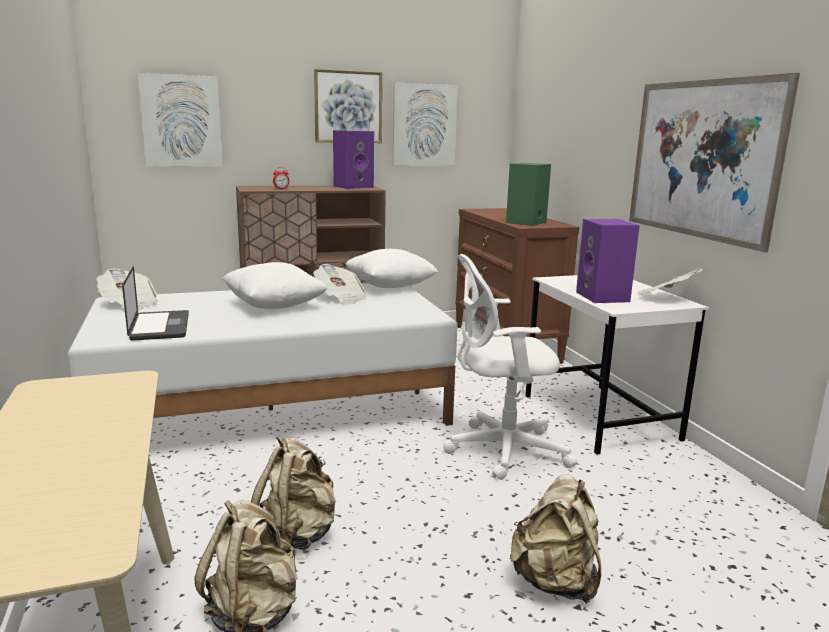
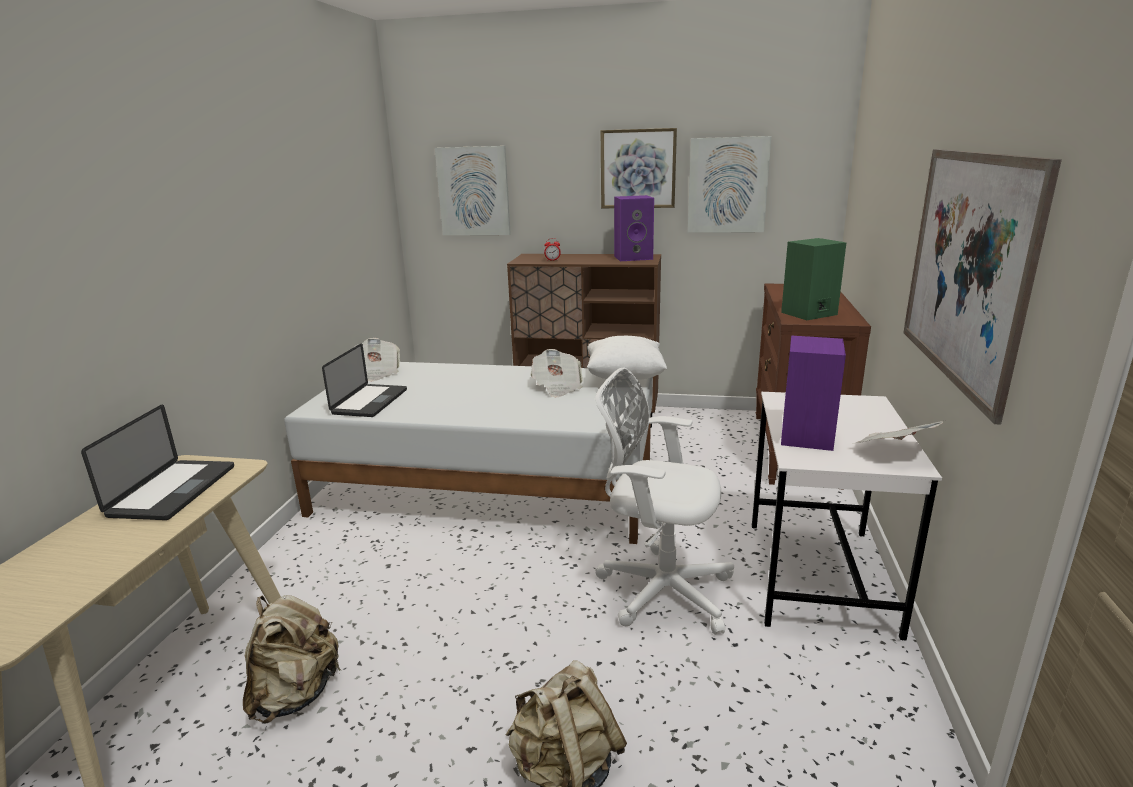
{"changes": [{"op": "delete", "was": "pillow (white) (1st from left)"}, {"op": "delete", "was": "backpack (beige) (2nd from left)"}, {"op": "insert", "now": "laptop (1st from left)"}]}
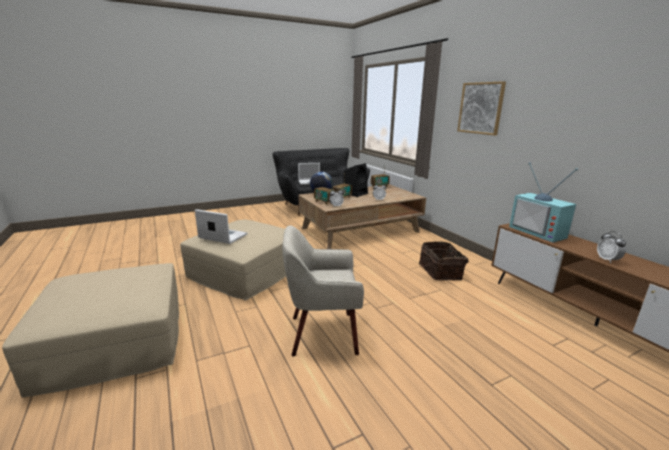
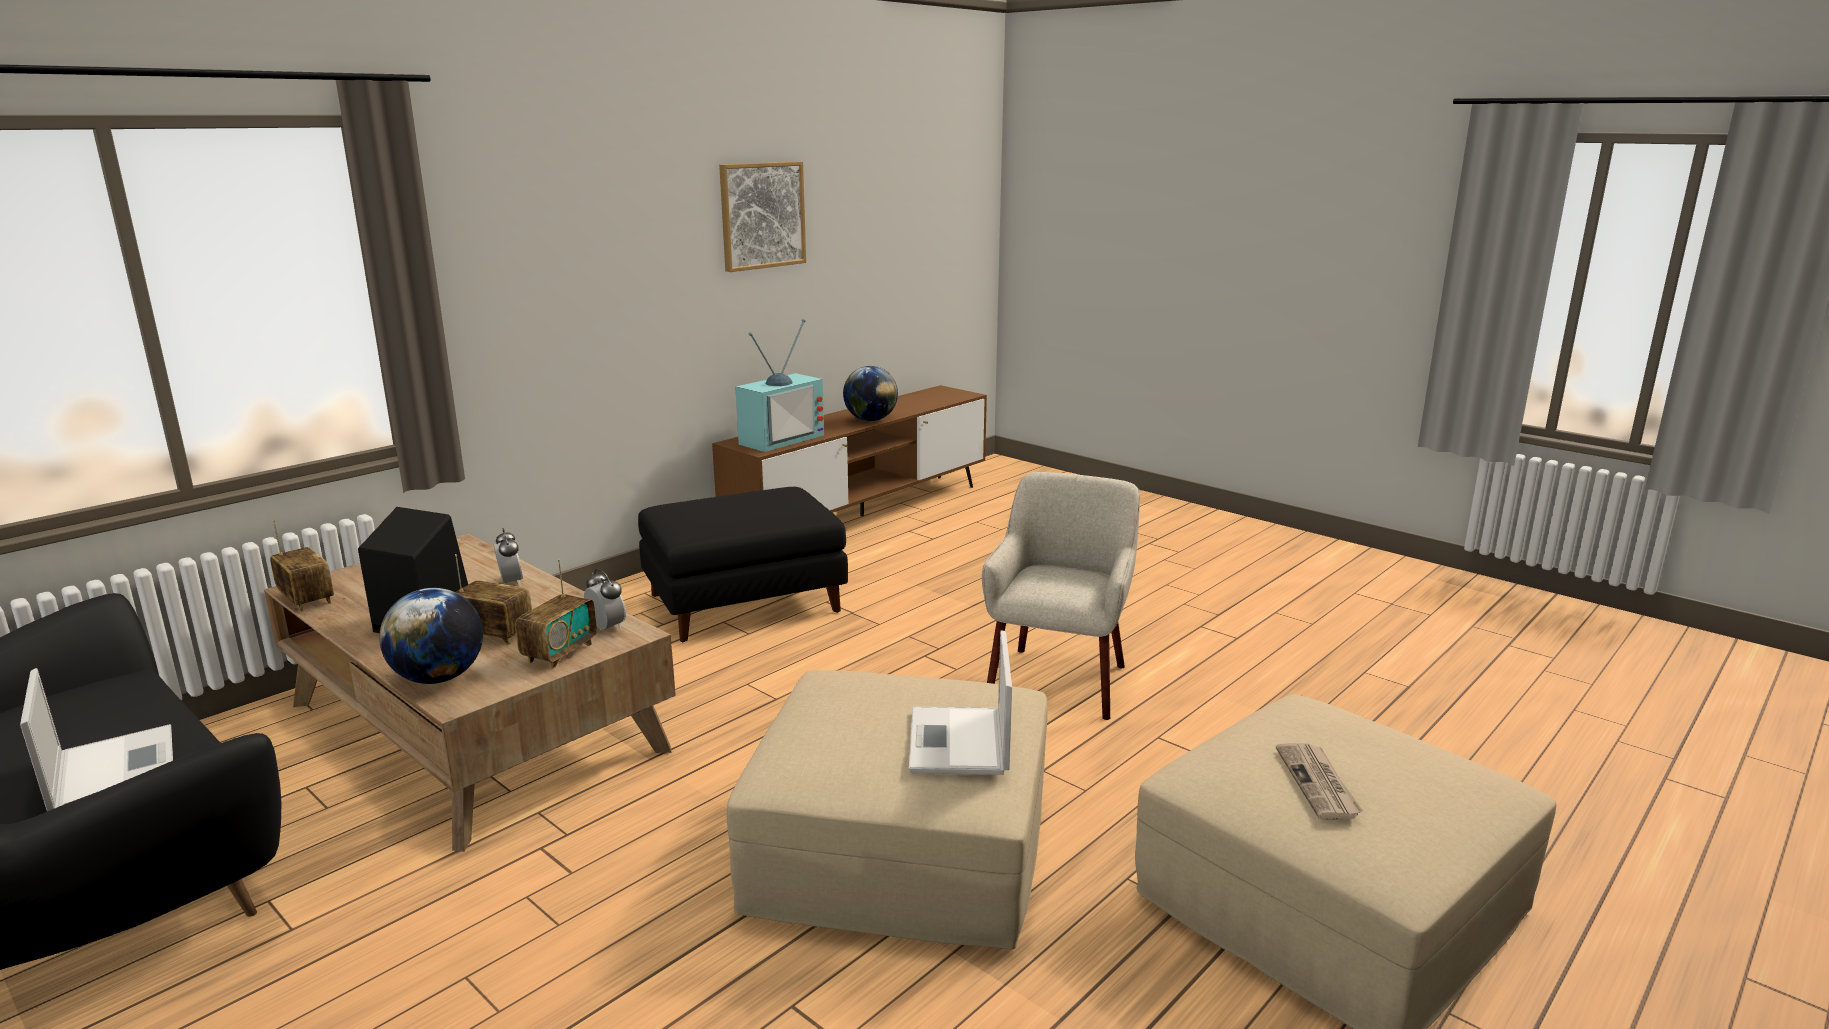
{"changes": [{"op": "insert", "now": "newspaper"}, {"op": "move", "was": "picture"}, {"op": "replace", "was": "basket", "now": "ottoman (black)"}, {"op": "replace", "was": "alarm clock (3rd from left)", "now": "globe (2nd from left)"}, {"op": "rotate", "was": "armchair (beige)", "clockwise": -135}]}
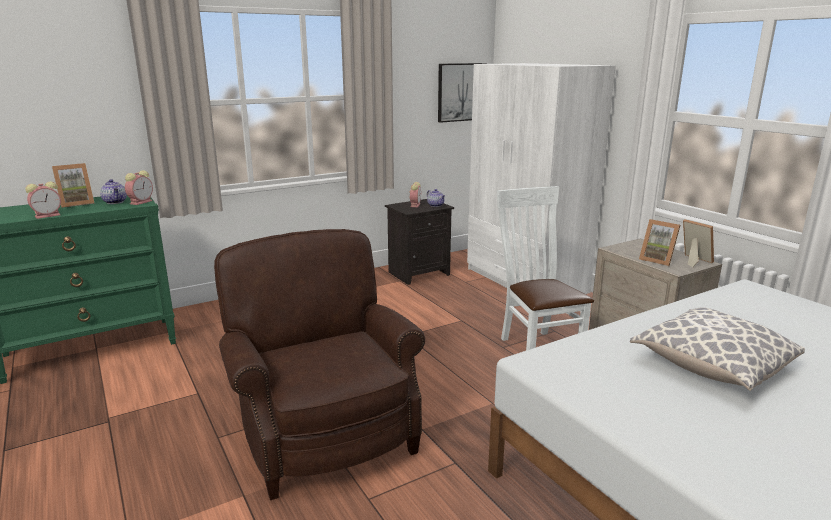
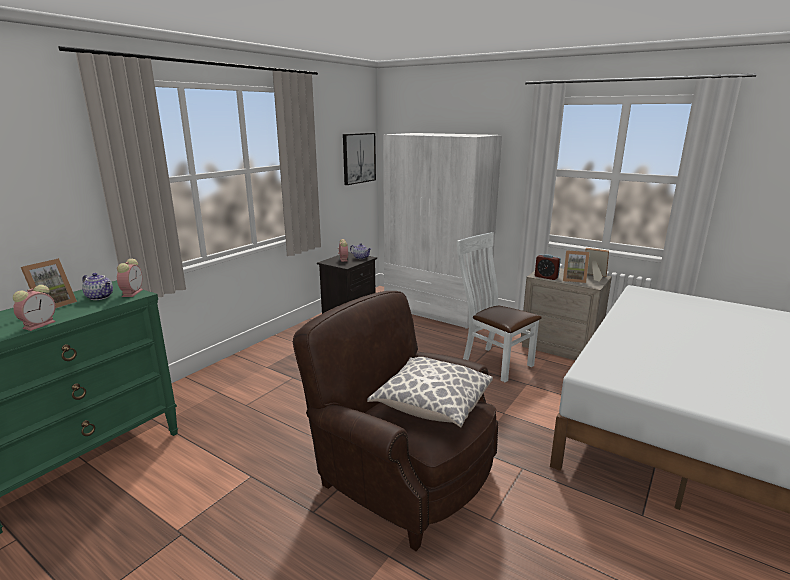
{"changes": [{"op": "insert", "now": "alarm clock (4th from left)"}, {"op": "move", "was": "pillow"}]}
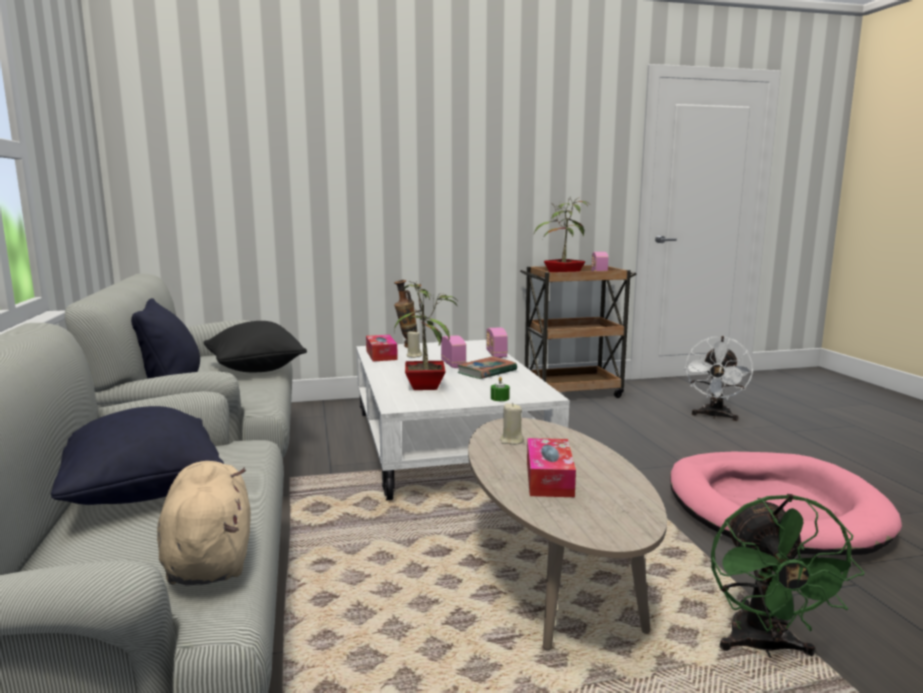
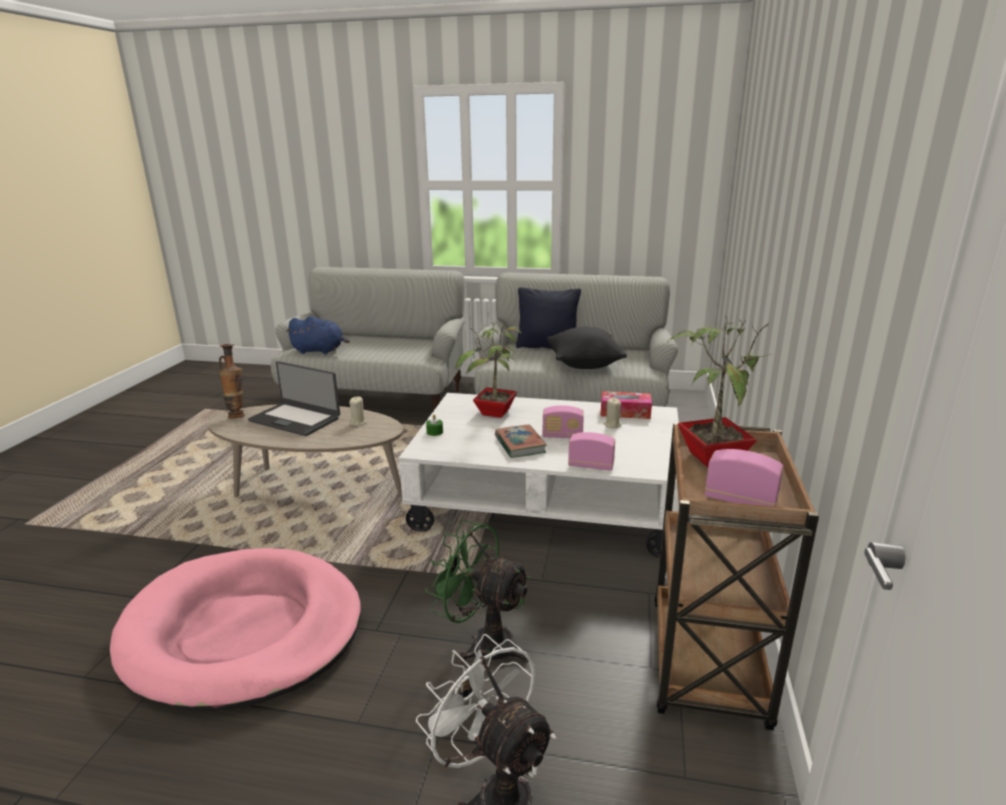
{"changes": [{"op": "delete", "was": "pillow (black) (1st from left)"}, {"op": "move", "was": "vase"}, {"op": "move", "was": "fan (green)"}, {"op": "replace", "was": "tissue box (2nd from left)", "now": "laptop"}, {"op": "recolor", "was": "plush toy (beige)", "now": "plush toy (blue)"}]}
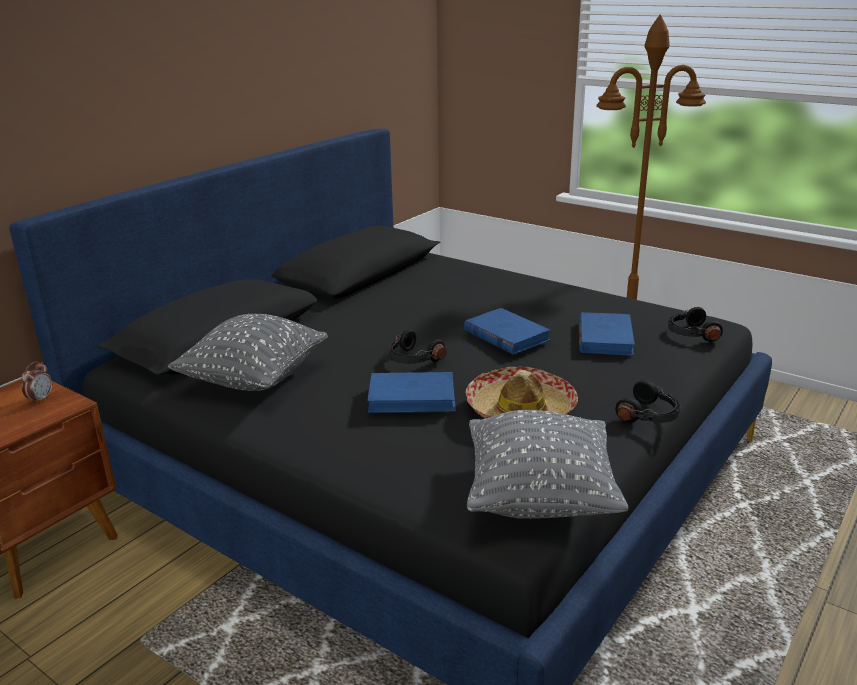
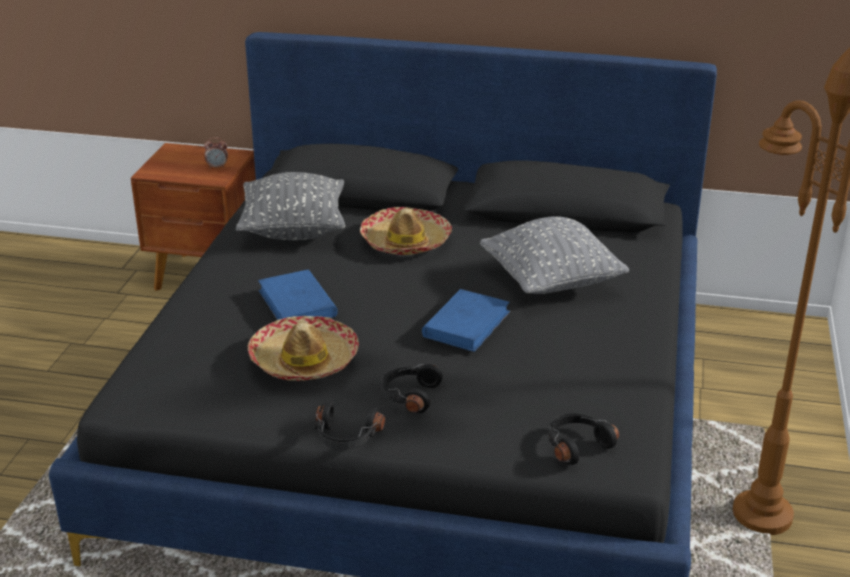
{"changes": [{"op": "delete", "was": "book (blue) (3rd from left)"}, {"op": "insert", "now": "hat (2nd from left)"}, {"op": "move", "was": "headphones (black) (1st from left in the first image)", "now": "headphones (black) (2nd from left)"}, {"op": "move", "was": "pillow (grey) (2nd from left)"}]}
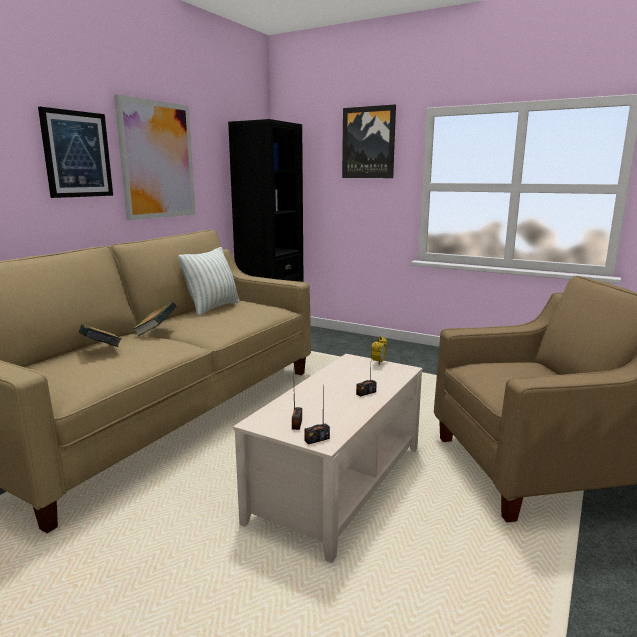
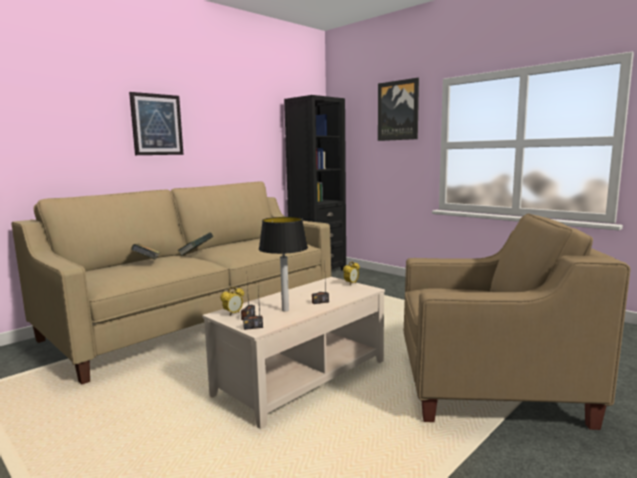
{"changes": [{"op": "delete", "was": "picture (2nd from left)"}, {"op": "delete", "was": "pillow"}, {"op": "insert", "now": "alarm clock (1st from left)"}, {"op": "insert", "now": "table lamp"}]}
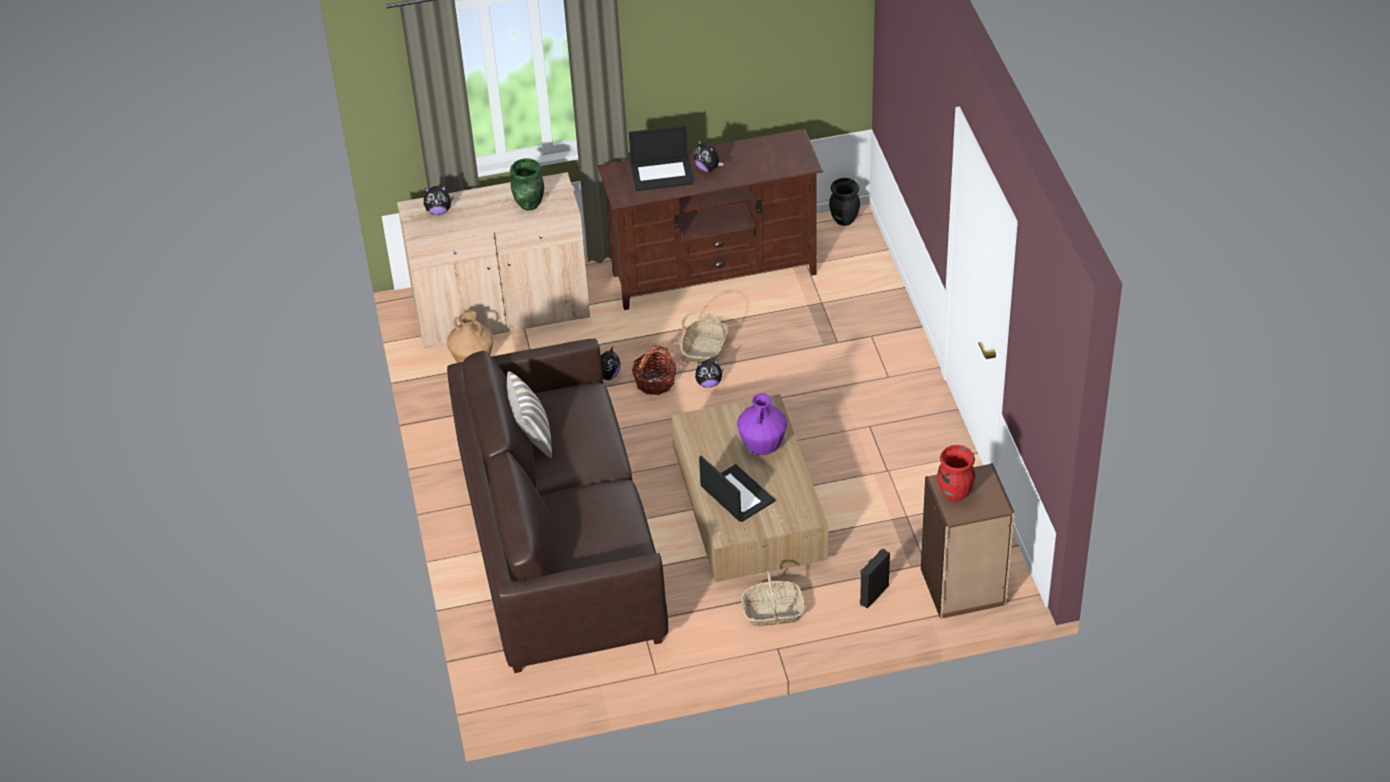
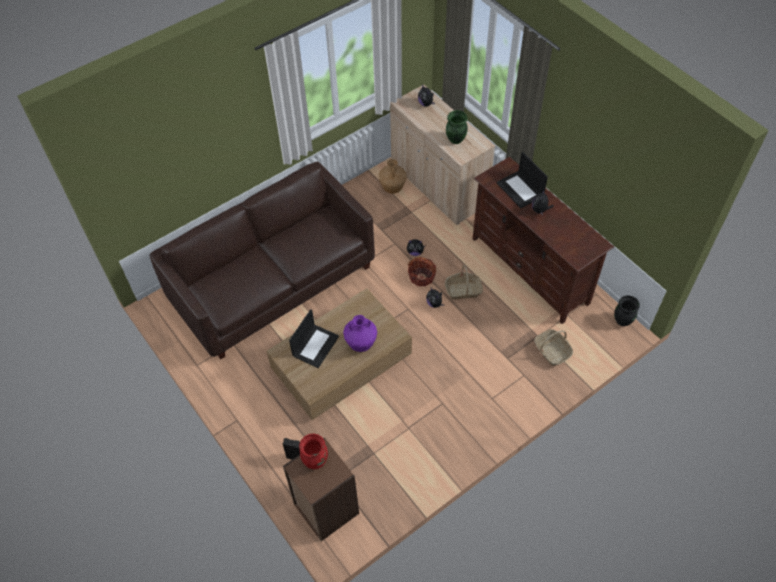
{"changes": [{"op": "delete", "was": "pillow"}, {"op": "move", "was": "basket (3rd from left)"}]}
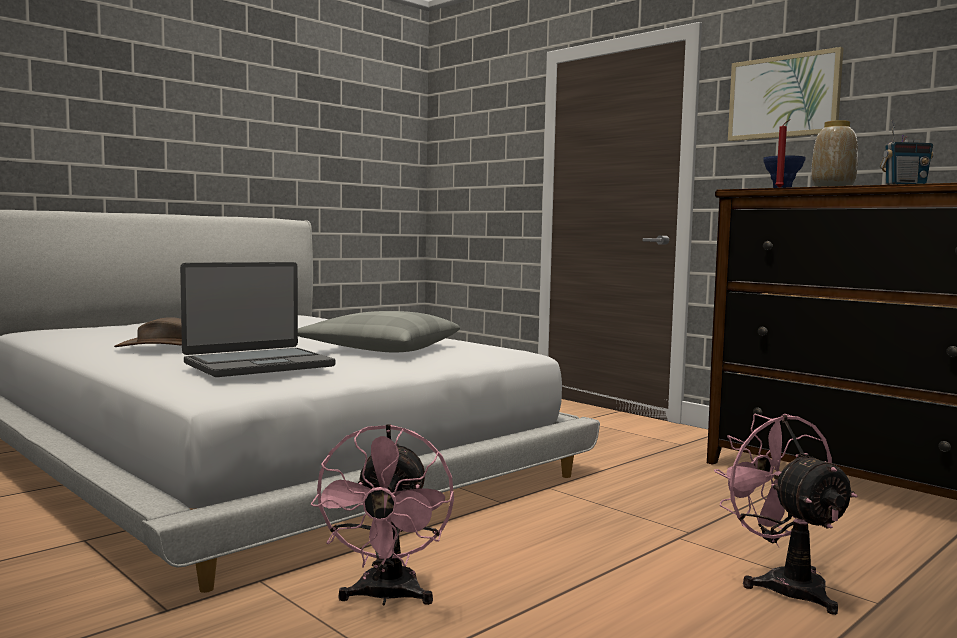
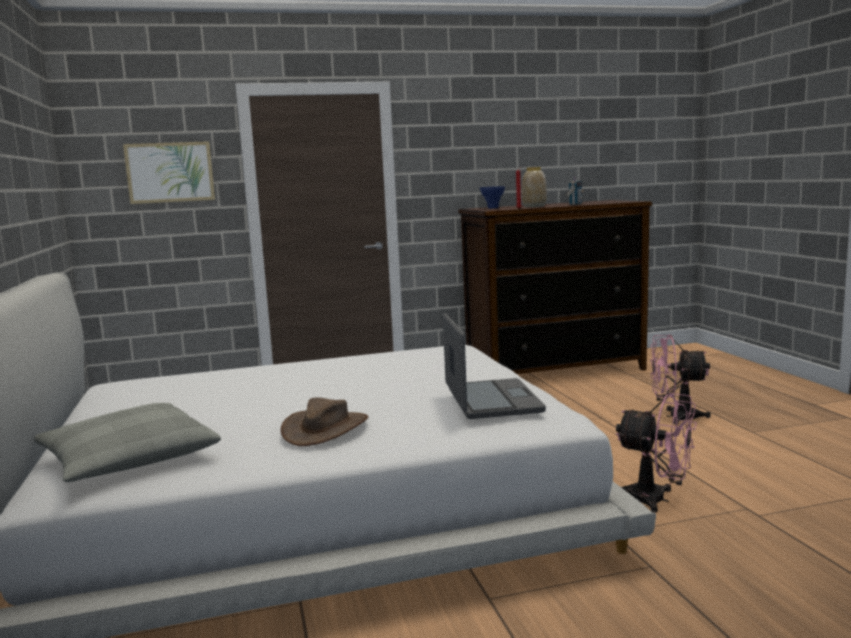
{"changes": [{"op": "move", "was": "pillow (grey)"}, {"op": "move", "was": "picture"}]}
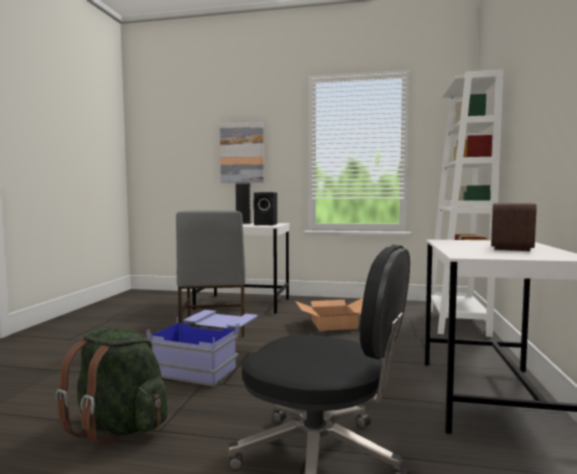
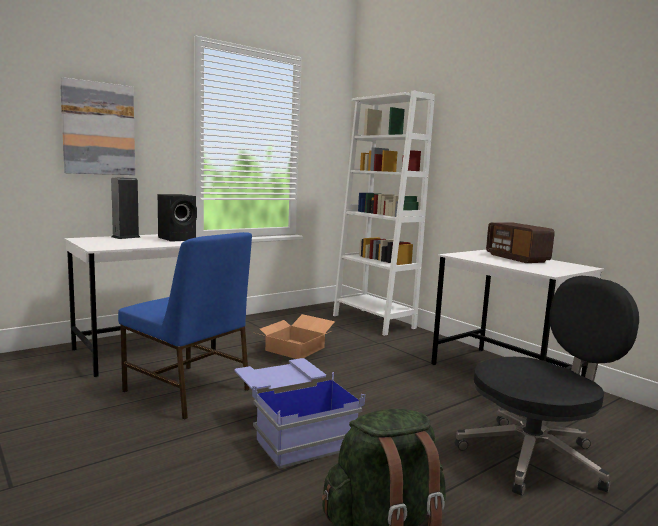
{"changes": [{"op": "recolor", "was": "chair (grey)", "now": "chair (blue)"}]}
